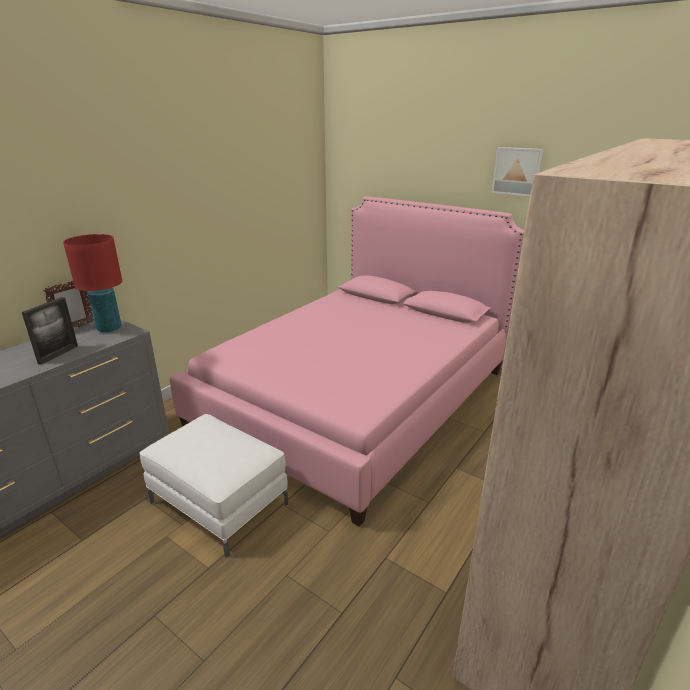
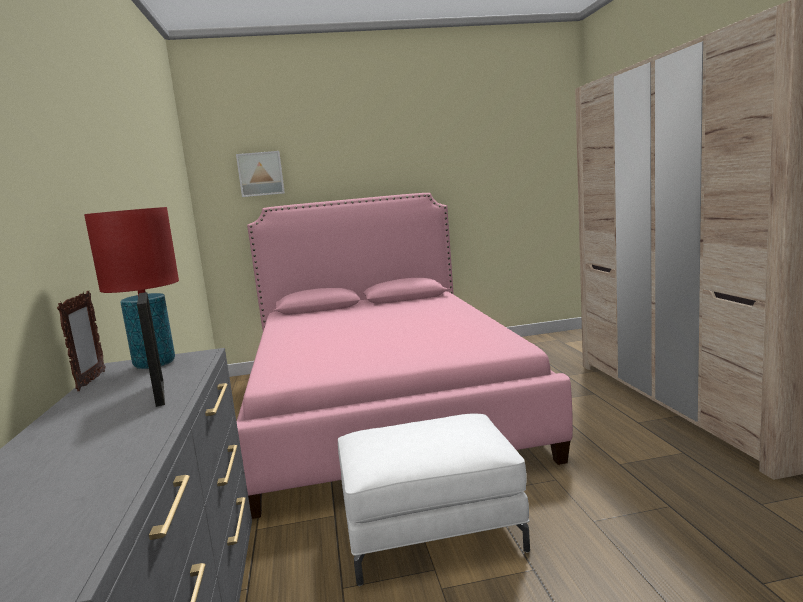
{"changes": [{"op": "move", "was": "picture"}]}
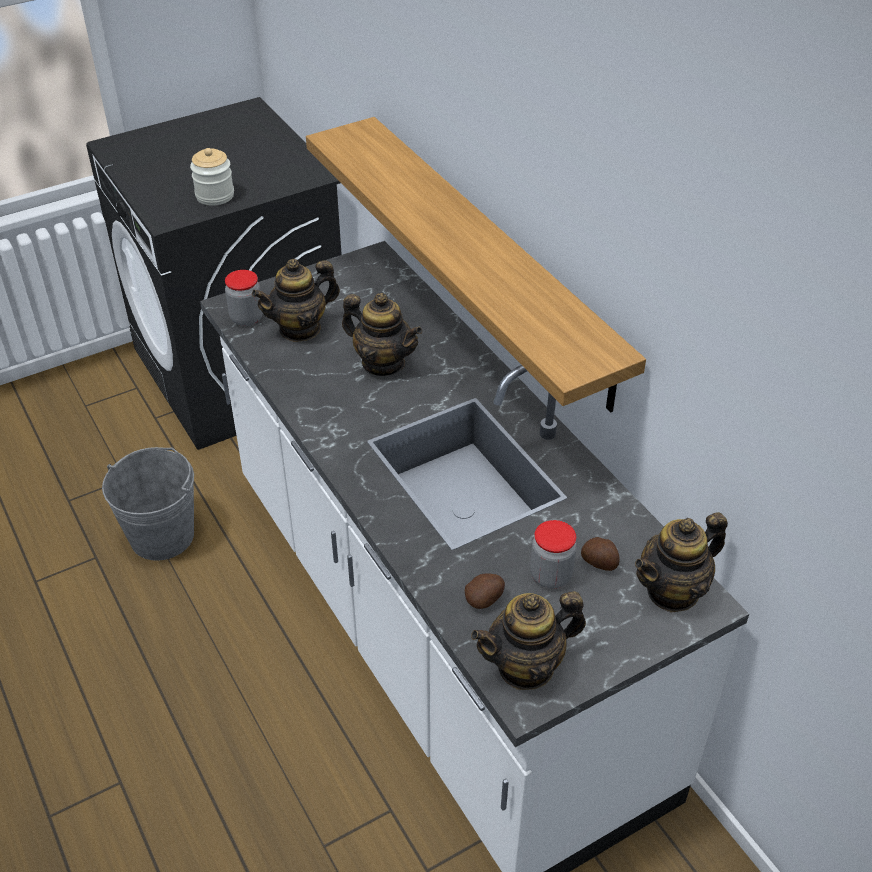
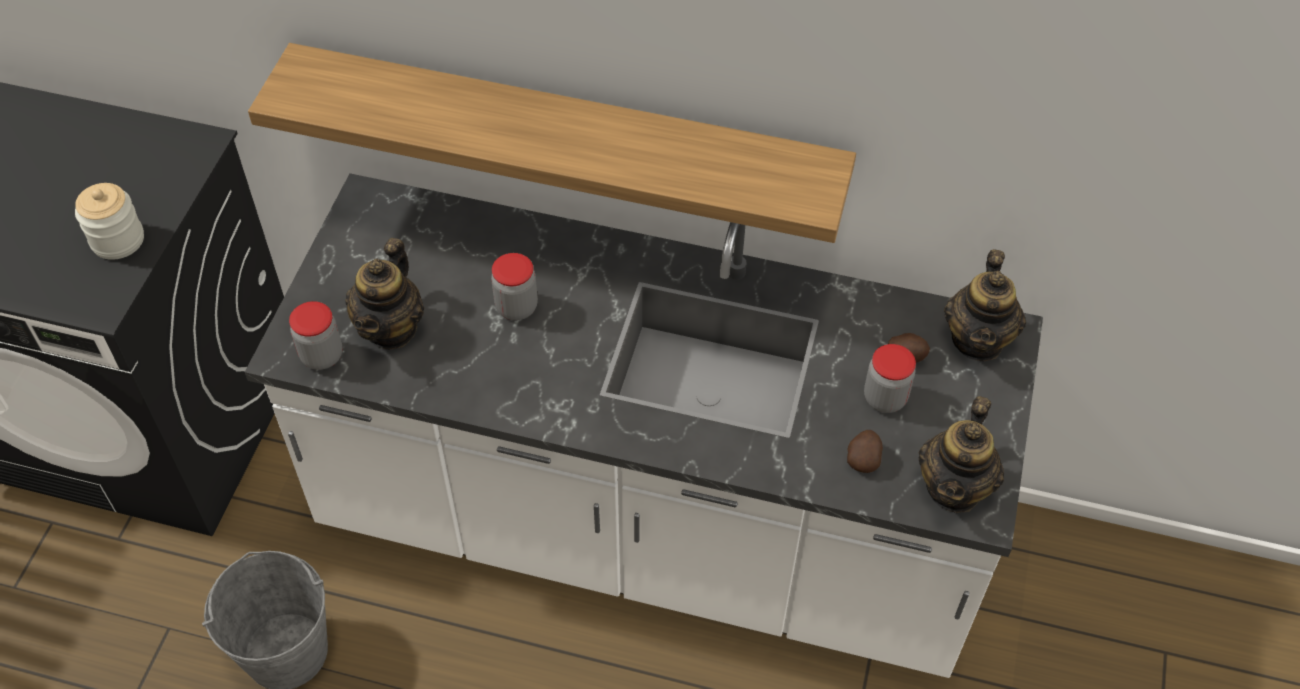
{"changes": [{"op": "replace", "was": "teapot (2nd from left)", "now": "jar (3rd from left)"}]}
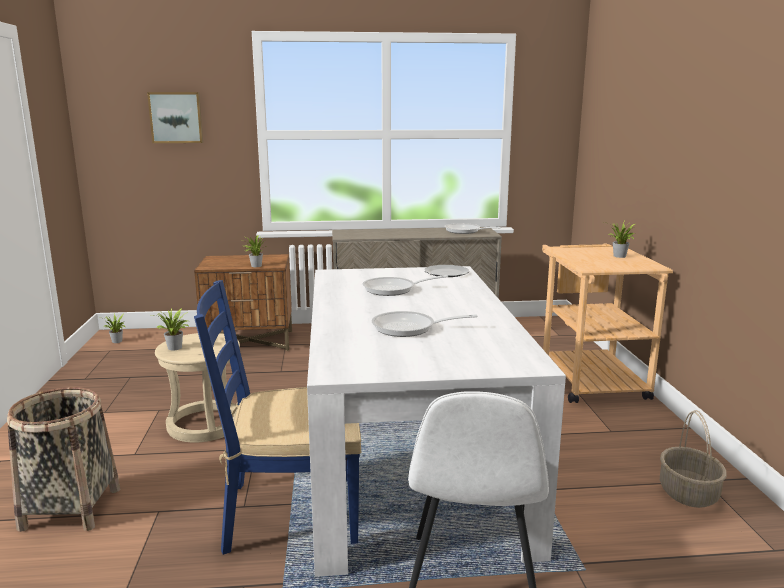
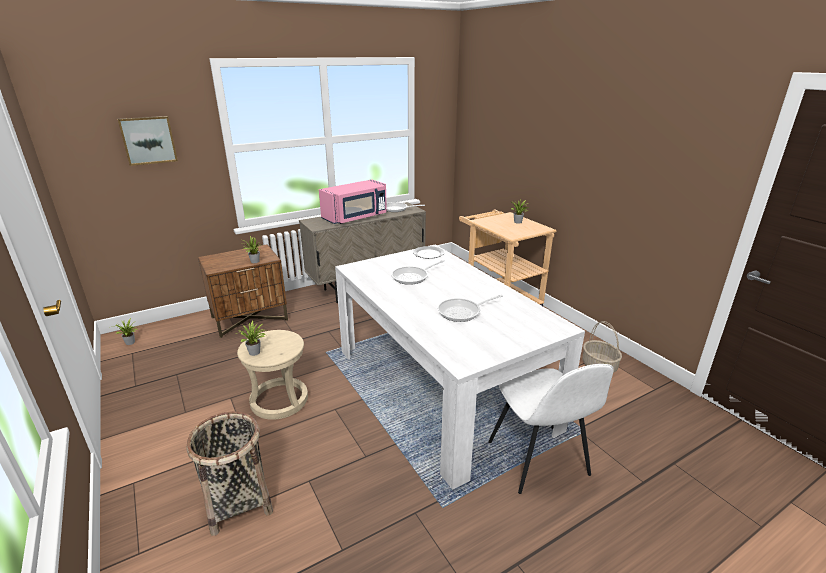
{"changes": [{"op": "delete", "was": "chair (blue)"}, {"op": "insert", "now": "microwave (pink)"}]}
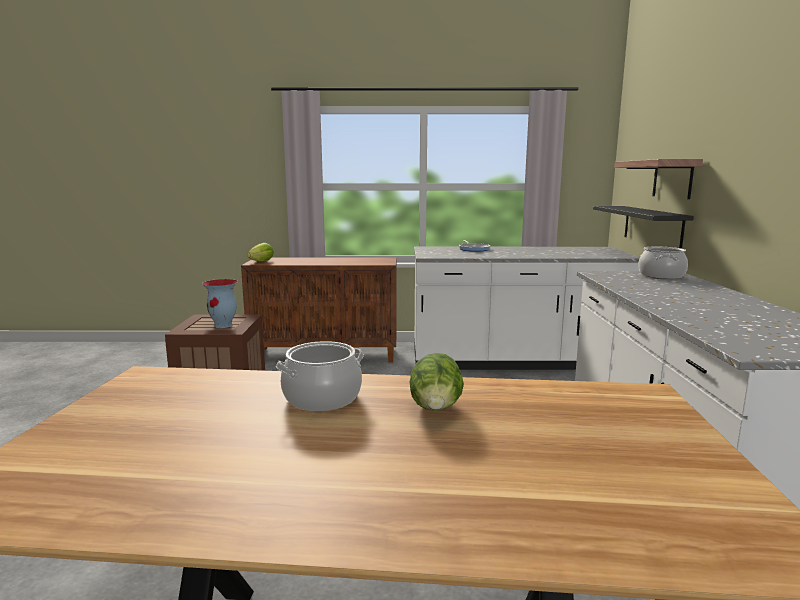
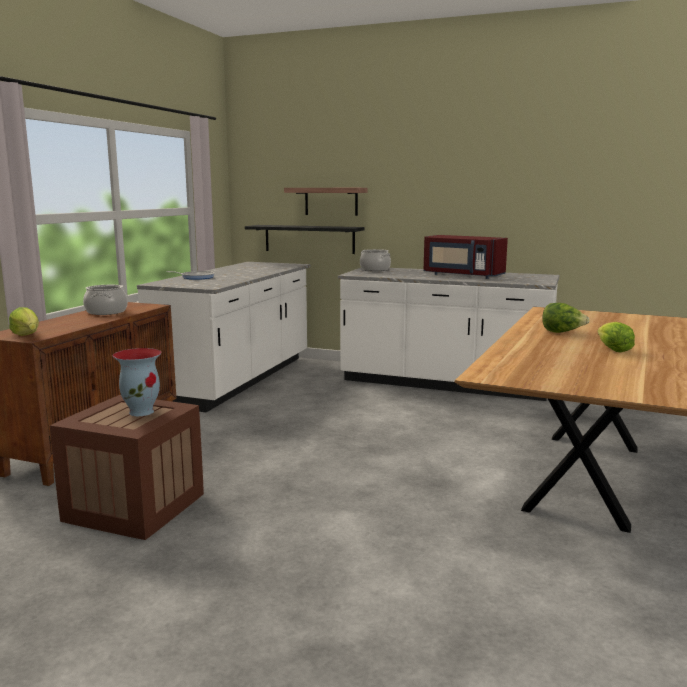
{"changes": [{"op": "insert", "now": "microwave (red)"}, {"op": "insert", "now": "lettuce (3rd from left)"}, {"op": "move", "was": "cooking pot (1st from left)"}]}
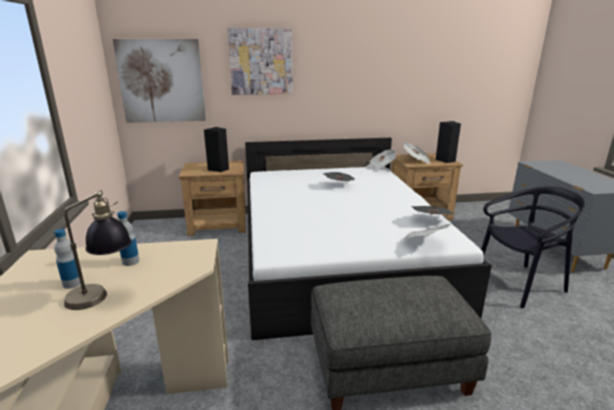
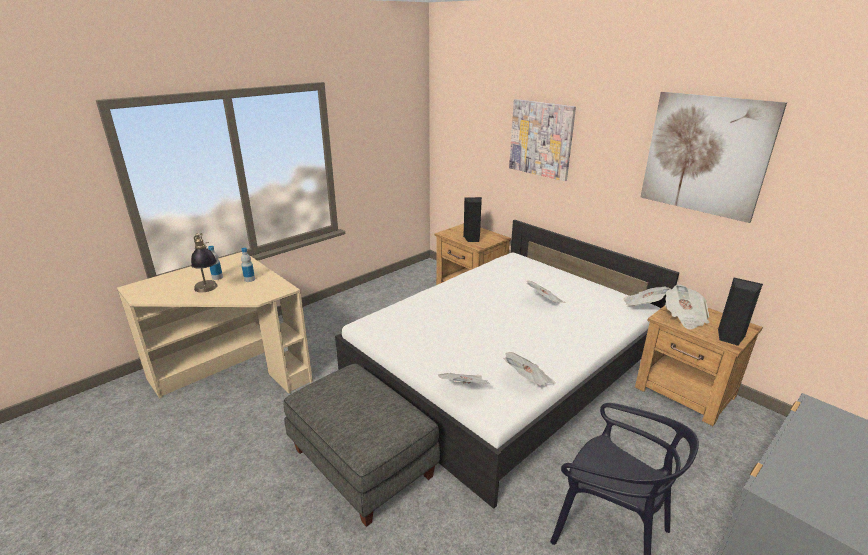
{"changes": [{"op": "move", "was": "picture (1st from left in the first image)", "now": "picture (2nd from left)"}]}
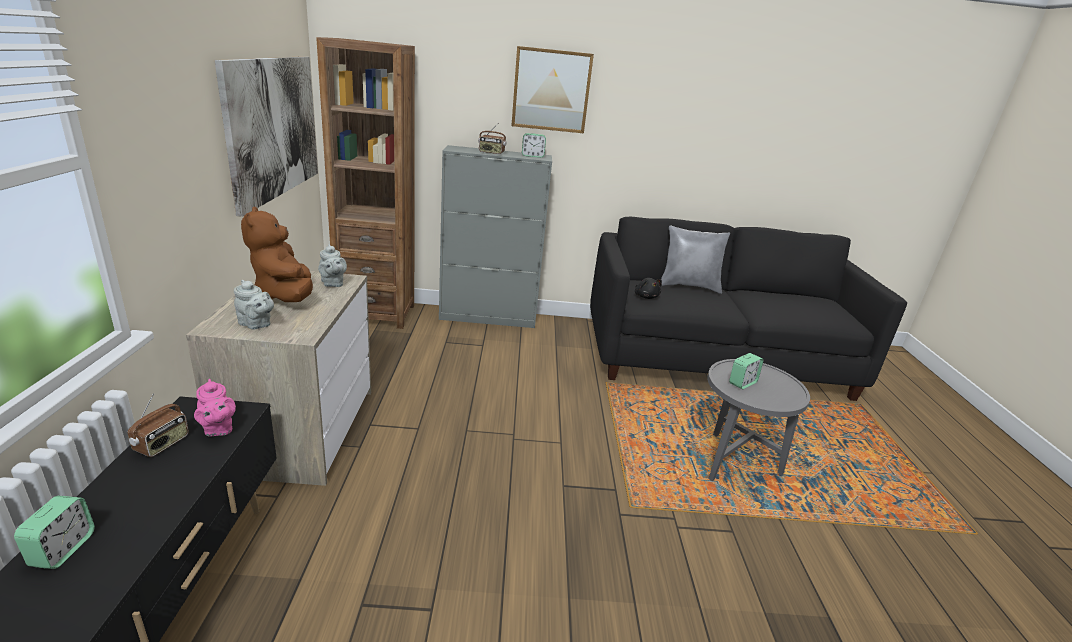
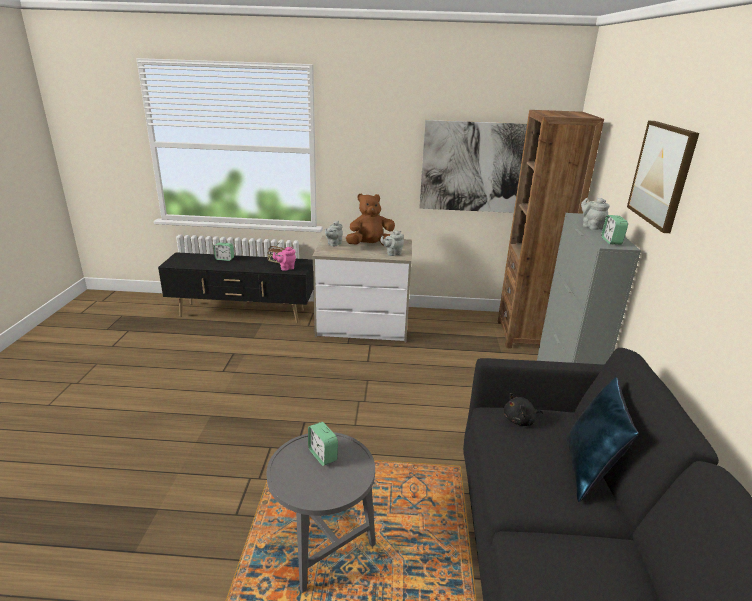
{"changes": [{"op": "replace", "was": "radio (2nd from left)", "now": "teapot (grey) (3rd from left)"}, {"op": "recolor", "was": "pillow (grey)", "now": "pillow (blue)"}]}
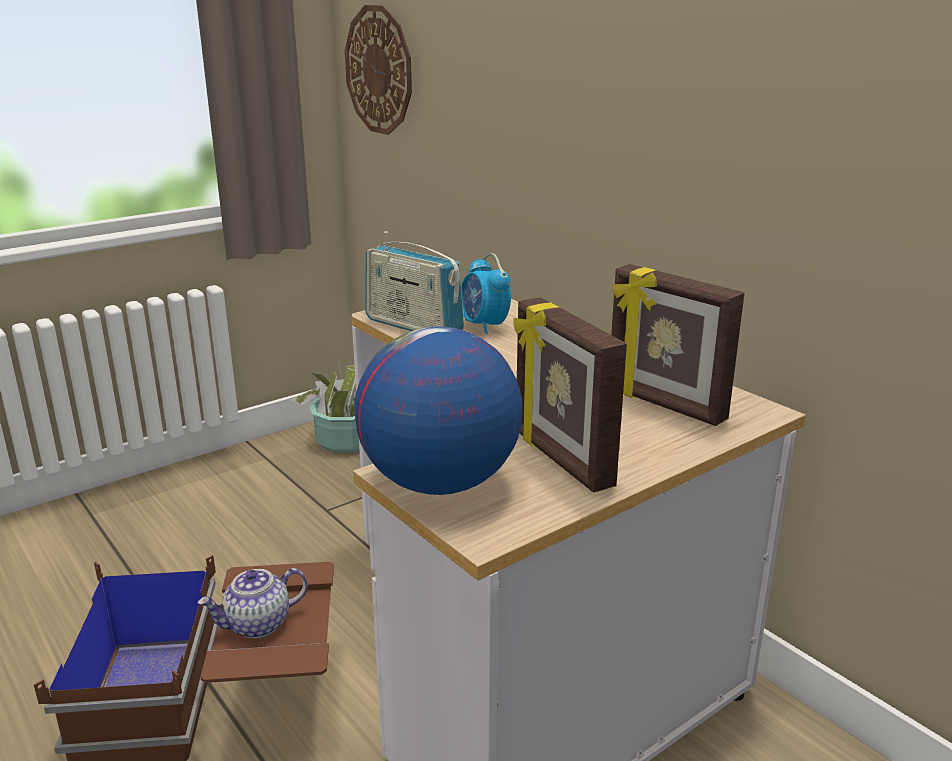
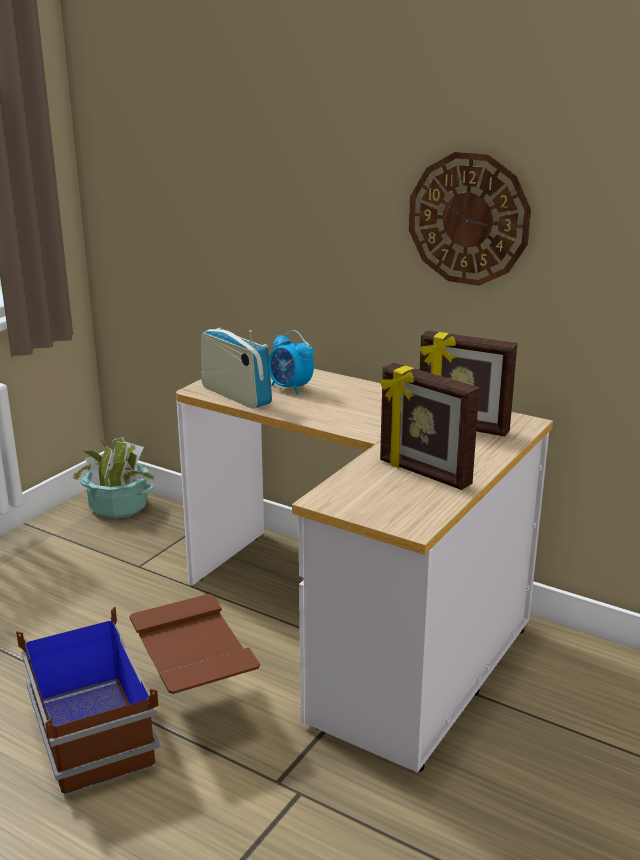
{"changes": [{"op": "delete", "was": "teapot"}, {"op": "delete", "was": "globe"}, {"op": "move", "was": "wall clock"}, {"op": "rotate", "was": "radio", "clockwise": -150}]}
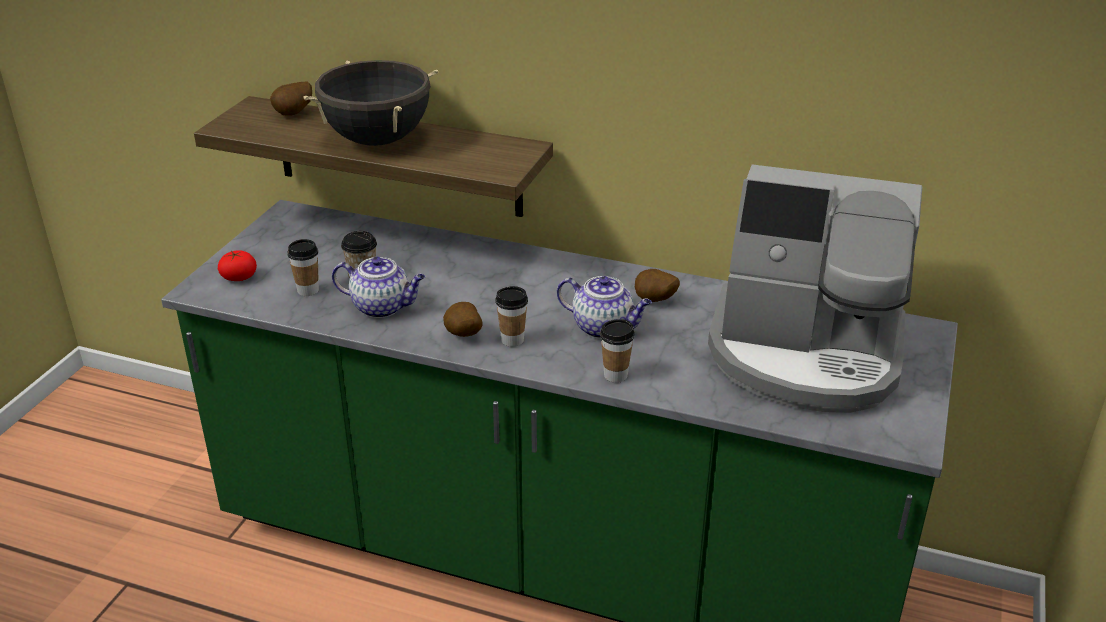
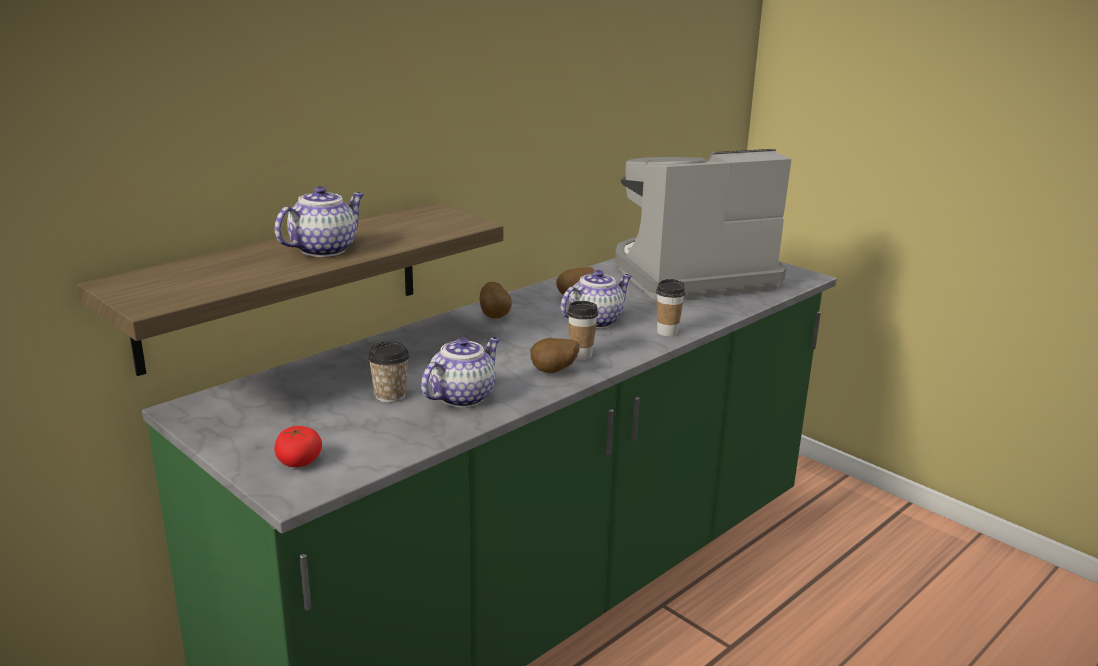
{"changes": [{"op": "delete", "was": "cup (1st from left)"}, {"op": "move", "was": "potato (1st from left)"}, {"op": "replace", "was": "cooking pot (black)", "now": "teapot (1st from left)"}, {"op": "rotate", "was": "coffee machine", "clockwise": -150}]}
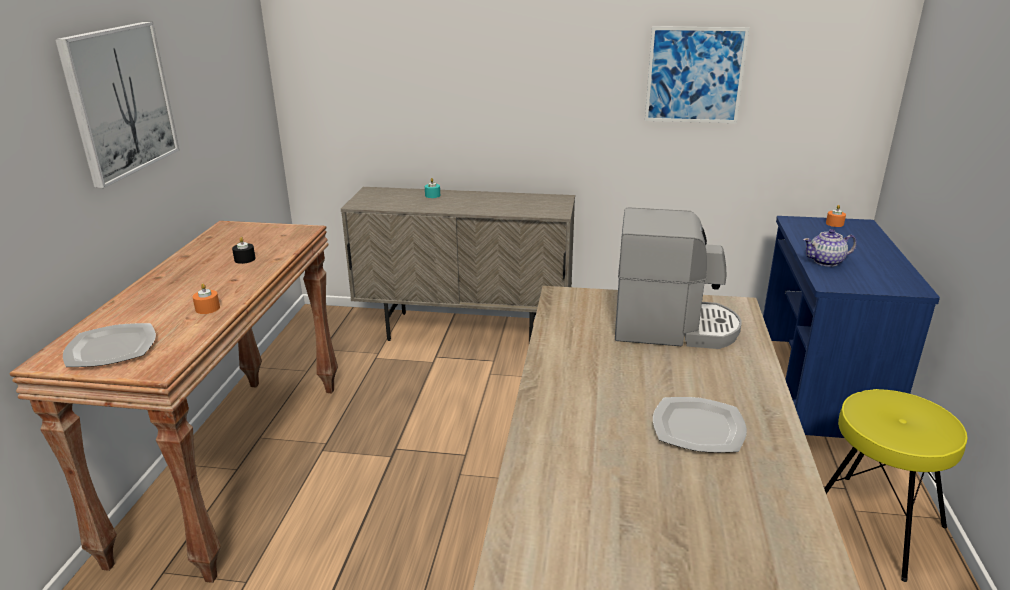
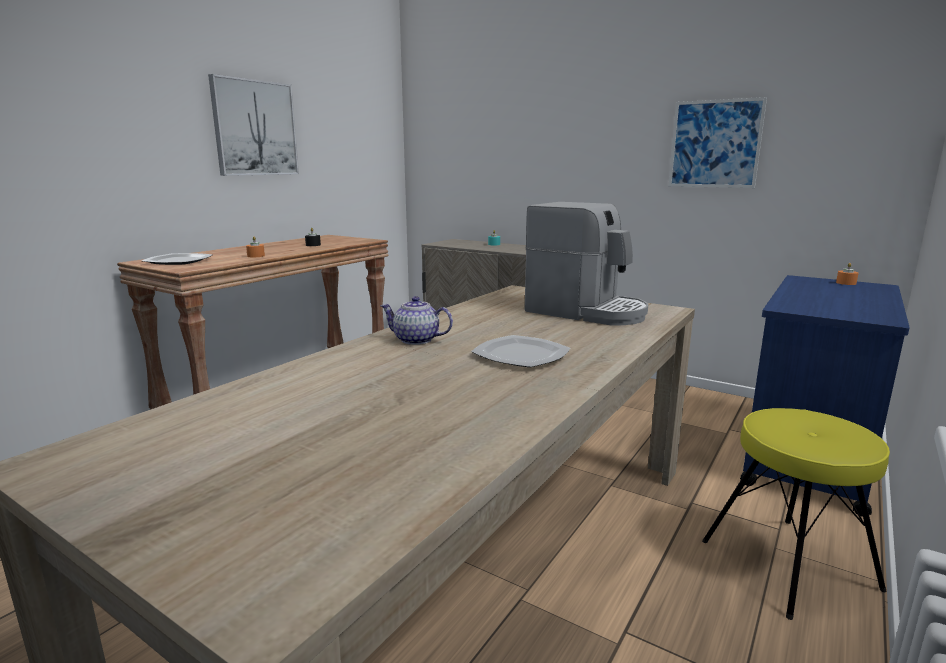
{"changes": [{"op": "move", "was": "teapot"}]}
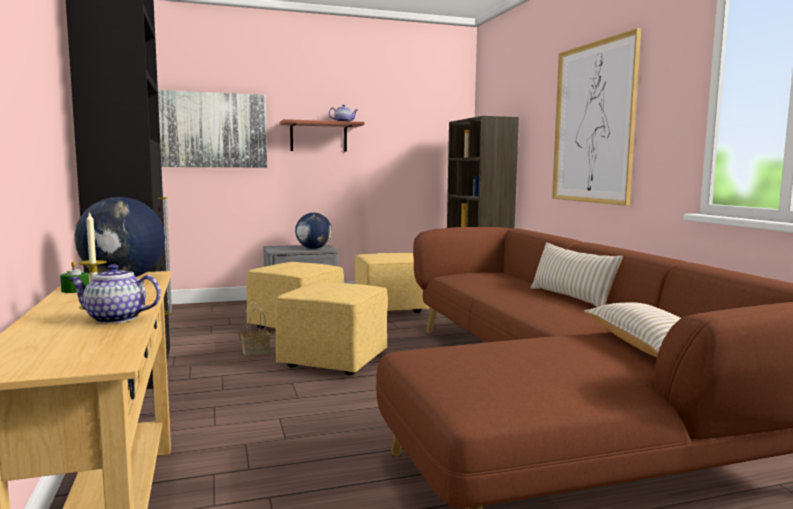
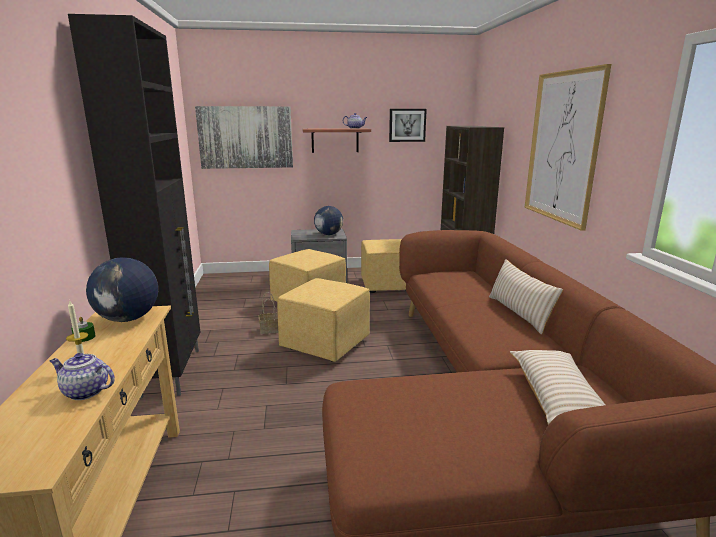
{"changes": [{"op": "insert", "now": "picture (2nd from left)"}]}
